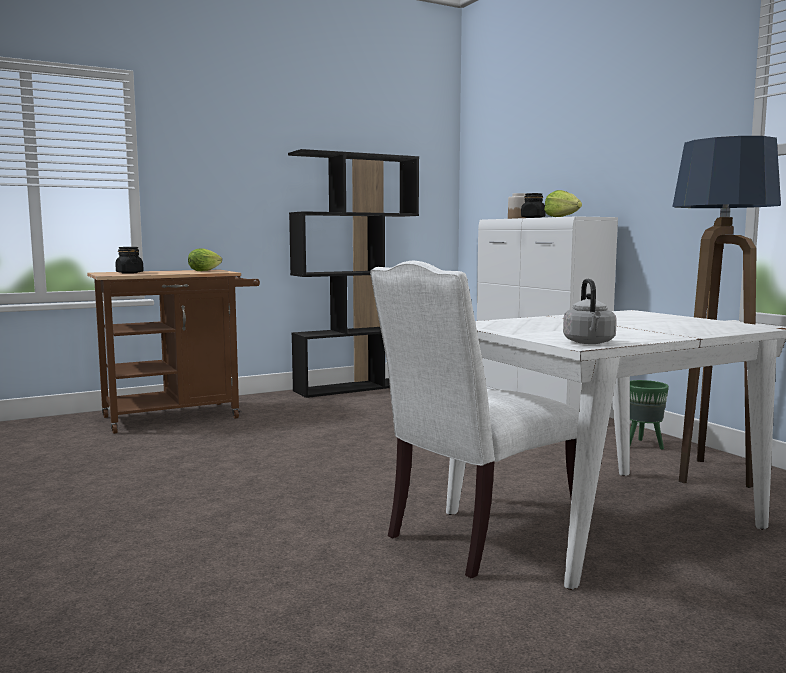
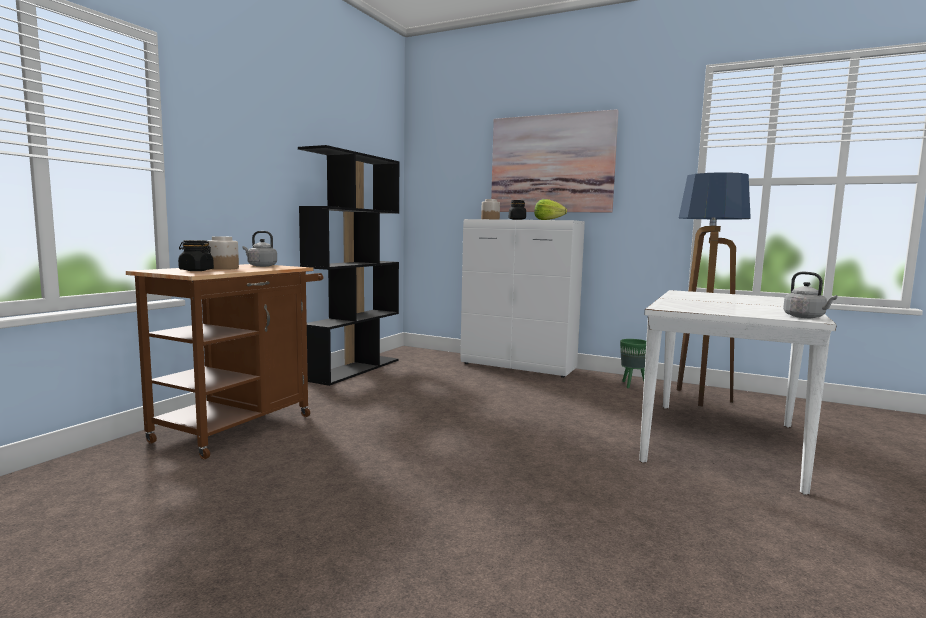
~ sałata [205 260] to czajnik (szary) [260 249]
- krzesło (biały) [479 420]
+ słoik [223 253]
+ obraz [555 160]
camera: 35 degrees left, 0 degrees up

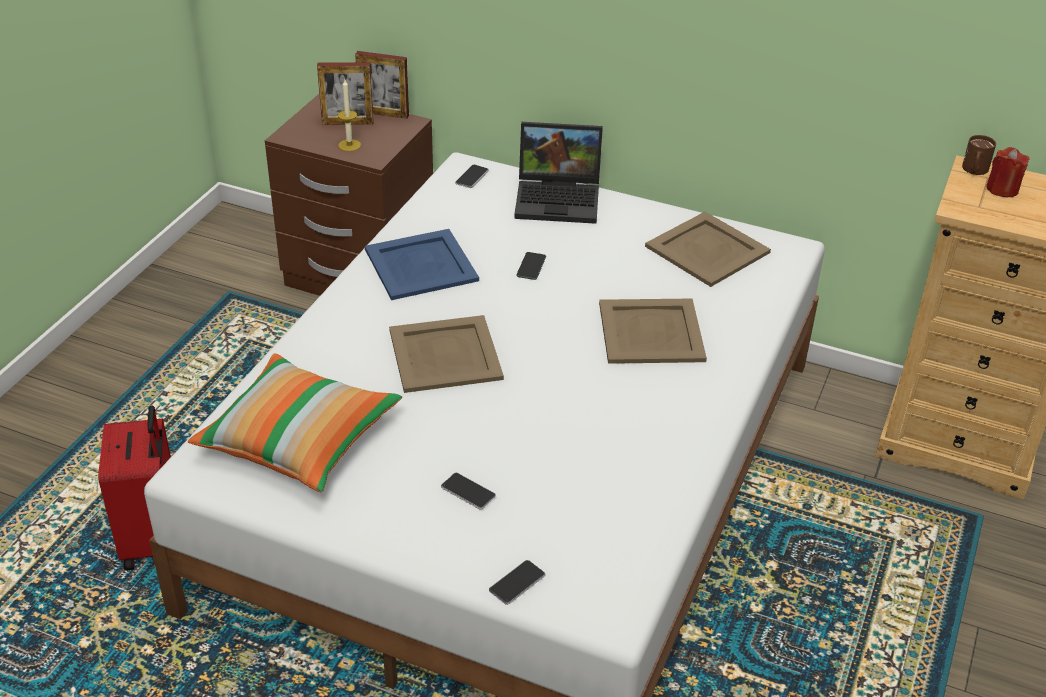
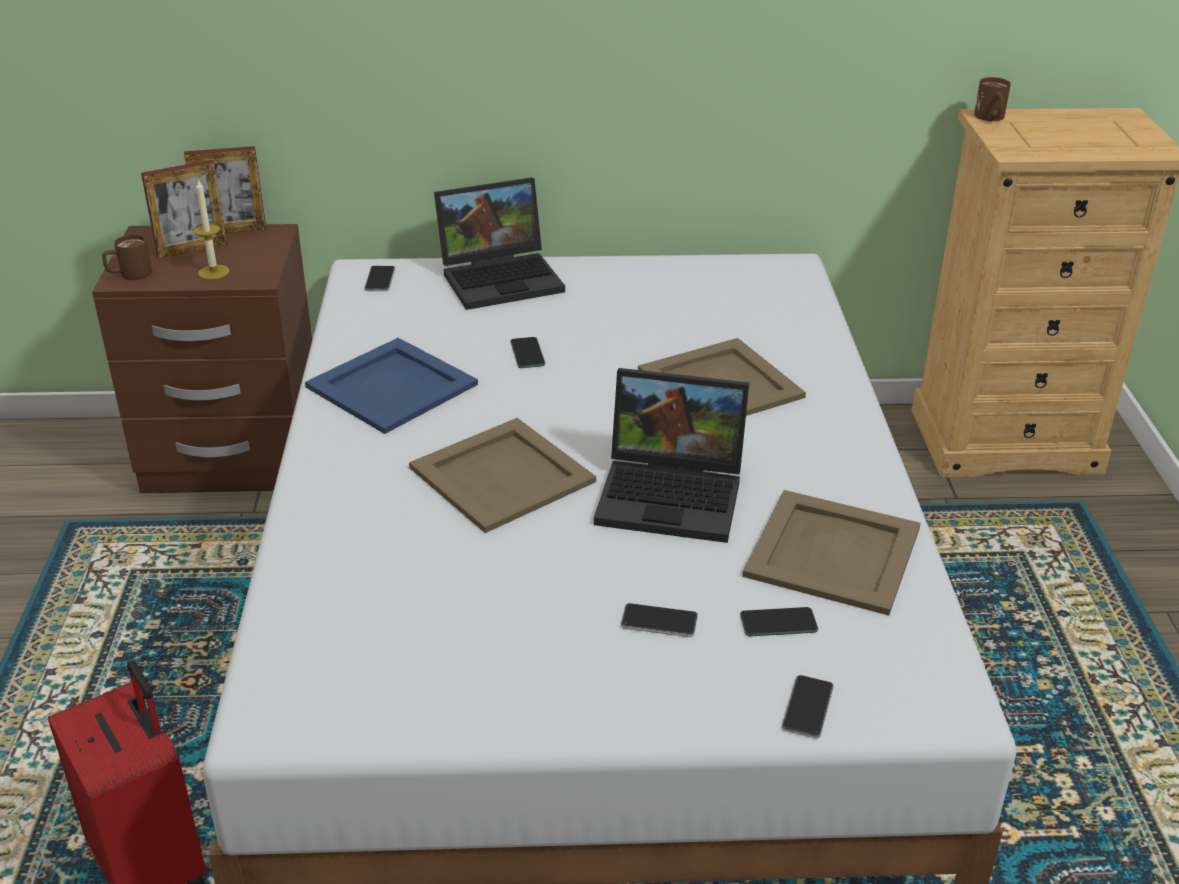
- poduszka [295 422]
~ taca (beżowy) [708 249] to [832 552]
- świeca (czerwony) [1008 172]
+ kubek (brązowy) [127 257]
+ laptop [671 455]
+ telefon [779 621]
camera: 25 degrees left, 5 degrees down

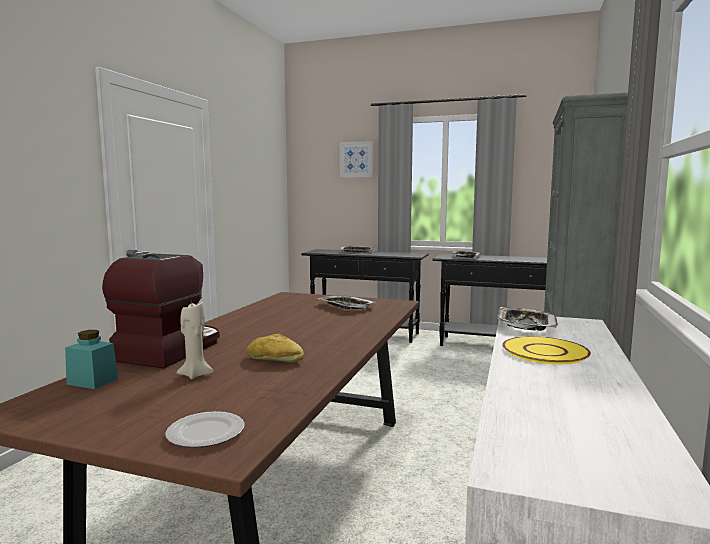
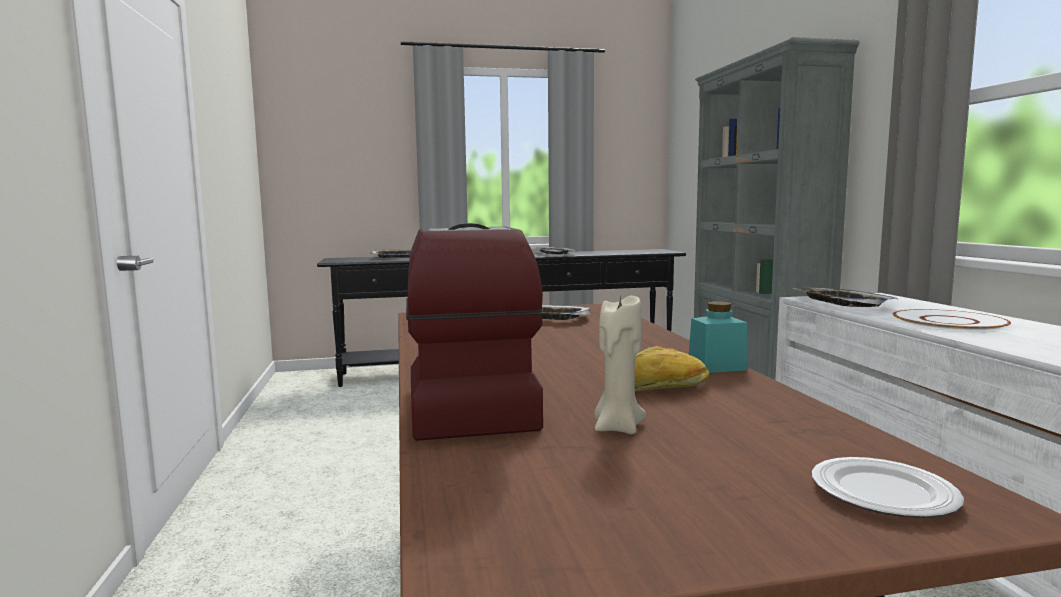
~ słoik (turkusowy) [91 359] to [718 337]
- obraz [357 159]
~ talerz (żółty) [546 350] to talerz (biały) [952 320]
camera: 30 degrees left, 0 degrees up

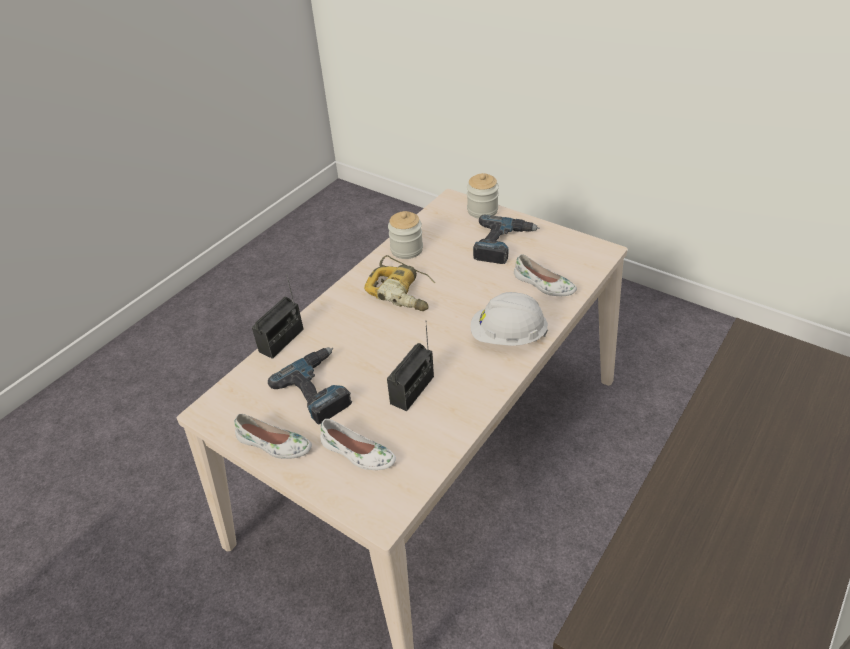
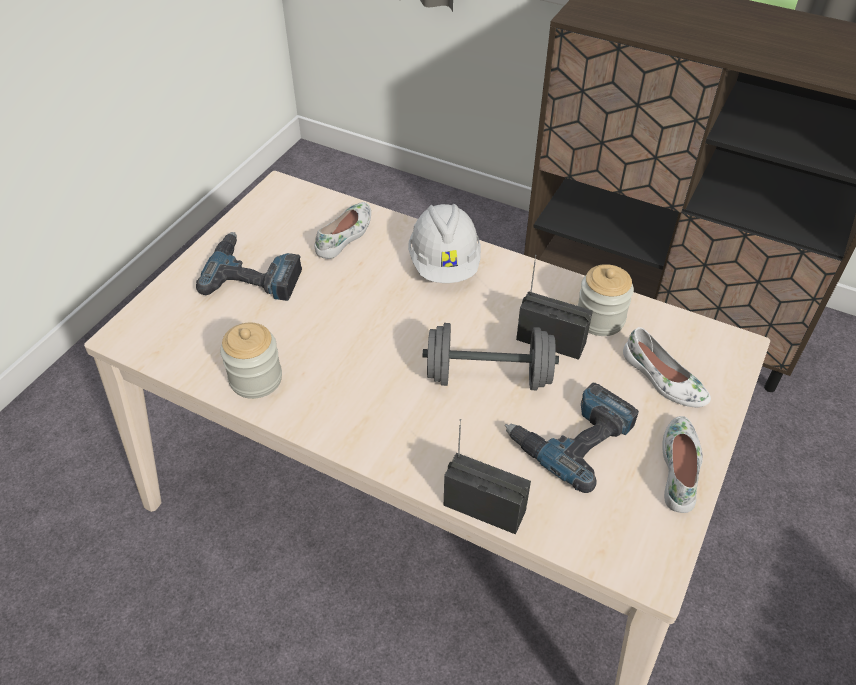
~ but (biały) [358 444] = [667 367] 120 degrees clockwise
- wiertarka [399 283]
~ słoik [483 196] to [605 300]
+ hantel (szary) [491 356]
camera: 100 degrees left, 5 degrees up

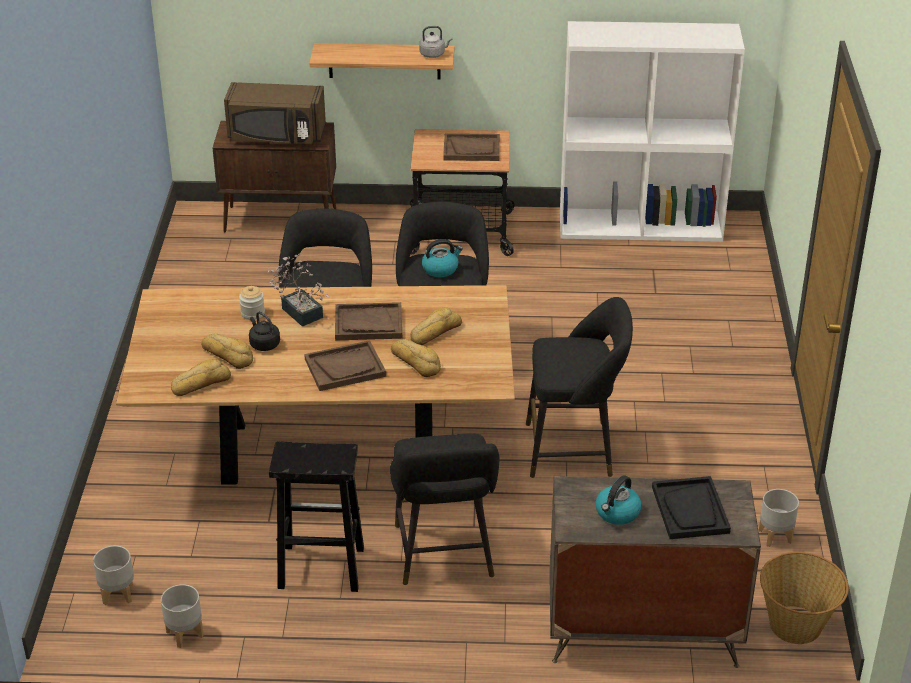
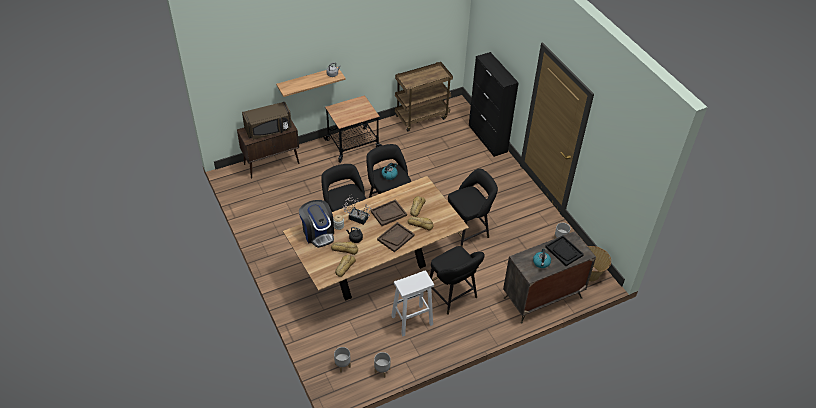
~ stołek (czarny) [316 516] to stołek (biały) [412 303]
- taca (brązowy) [471 147]
~ regał (biały) [652 131] to wózek (brązowy) [424 96]
+ ekspres do kawy [316 224]
+ szafka (czarny) [494 104]
camera: 30 degrees left, 10 degrees up

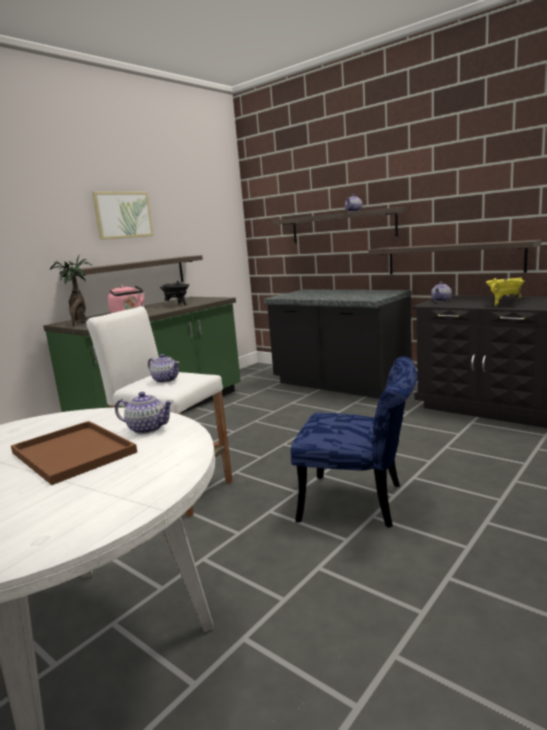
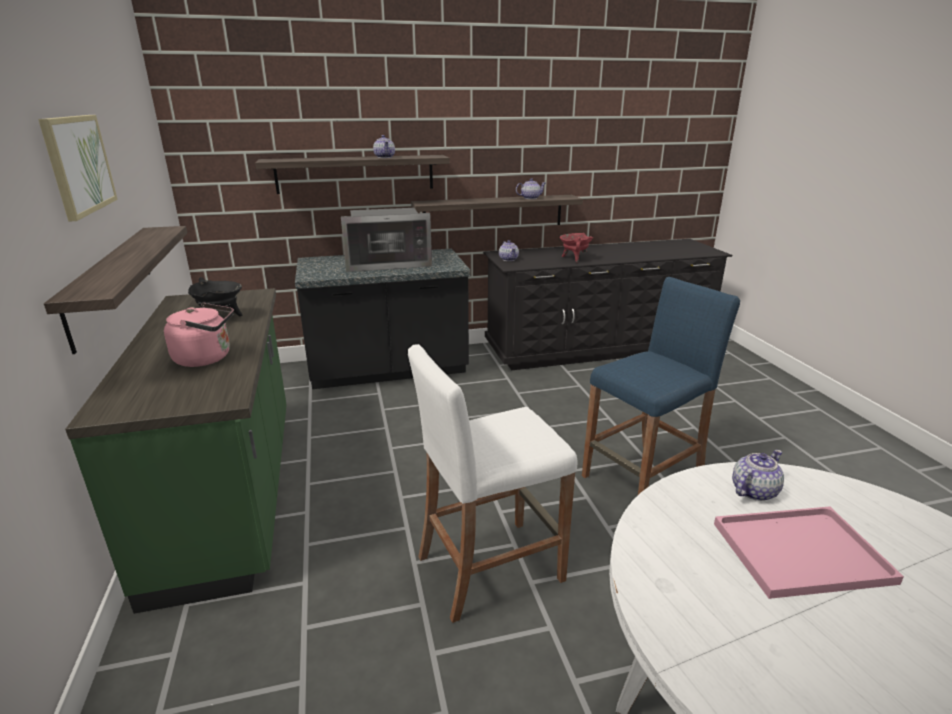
~ taca (brązowy) [74 453] to taca (różowy) [809 552]
- roślina doniczkowa [70 291]
~ imbryk [164 368] to [530 188]
~ krzesło (niebieski) [354 442] to stołek (niebieski) [661 386]
~ garnek (żółty) [505 292] to garnek (czerwony) [576 248]
+ mikrofalówka [386 240]
camera: 55 degrees left, 10 degrees up

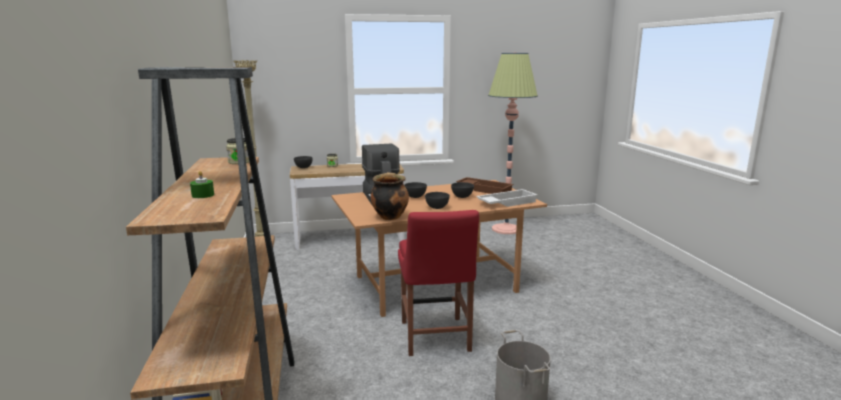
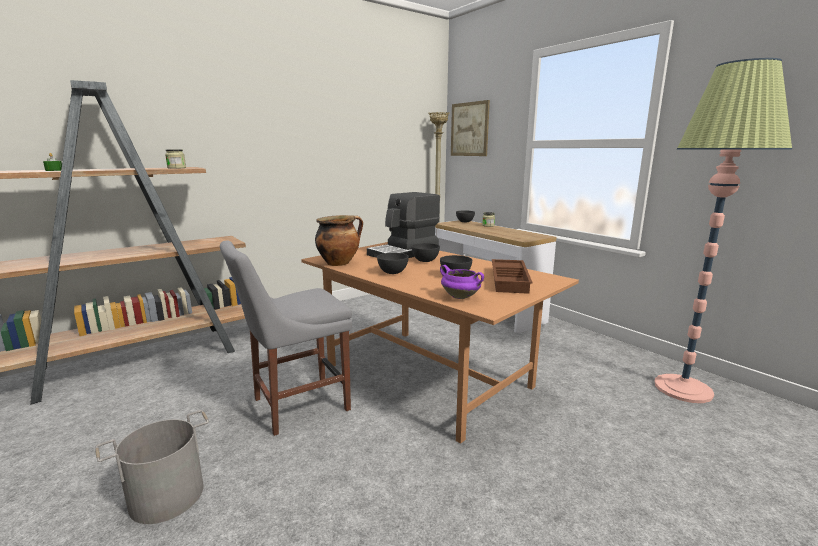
~ krzesło (czerwony) [438 283] to krzesło (szary) [286 338]
~ taca (biały) [507 198] to garnek (fioletowy) [462 282]
+ obraz [470 128]
camera: 65 degrees right, 0 degrees up

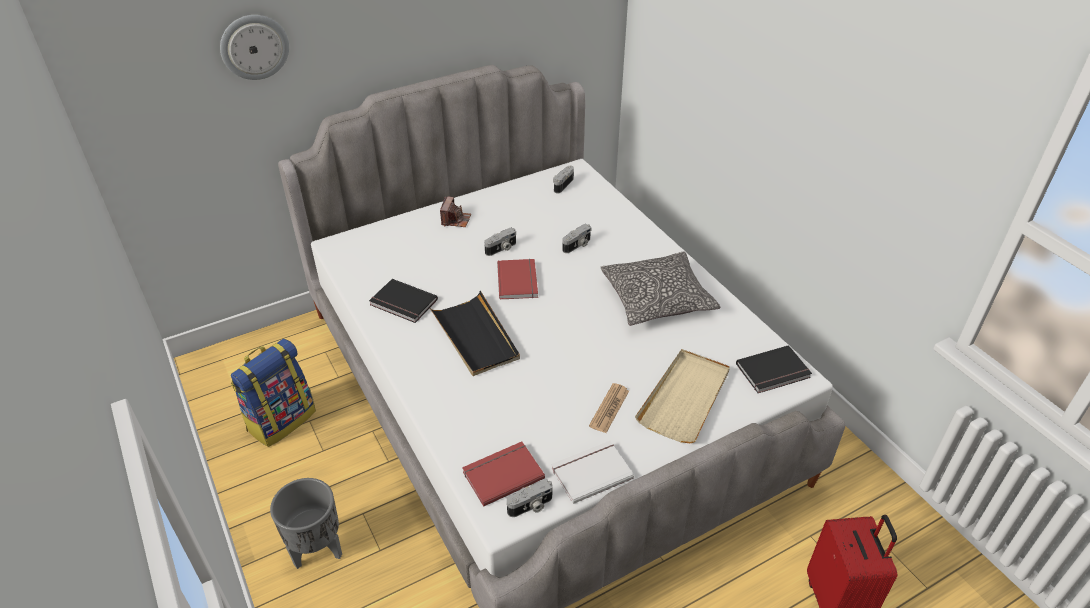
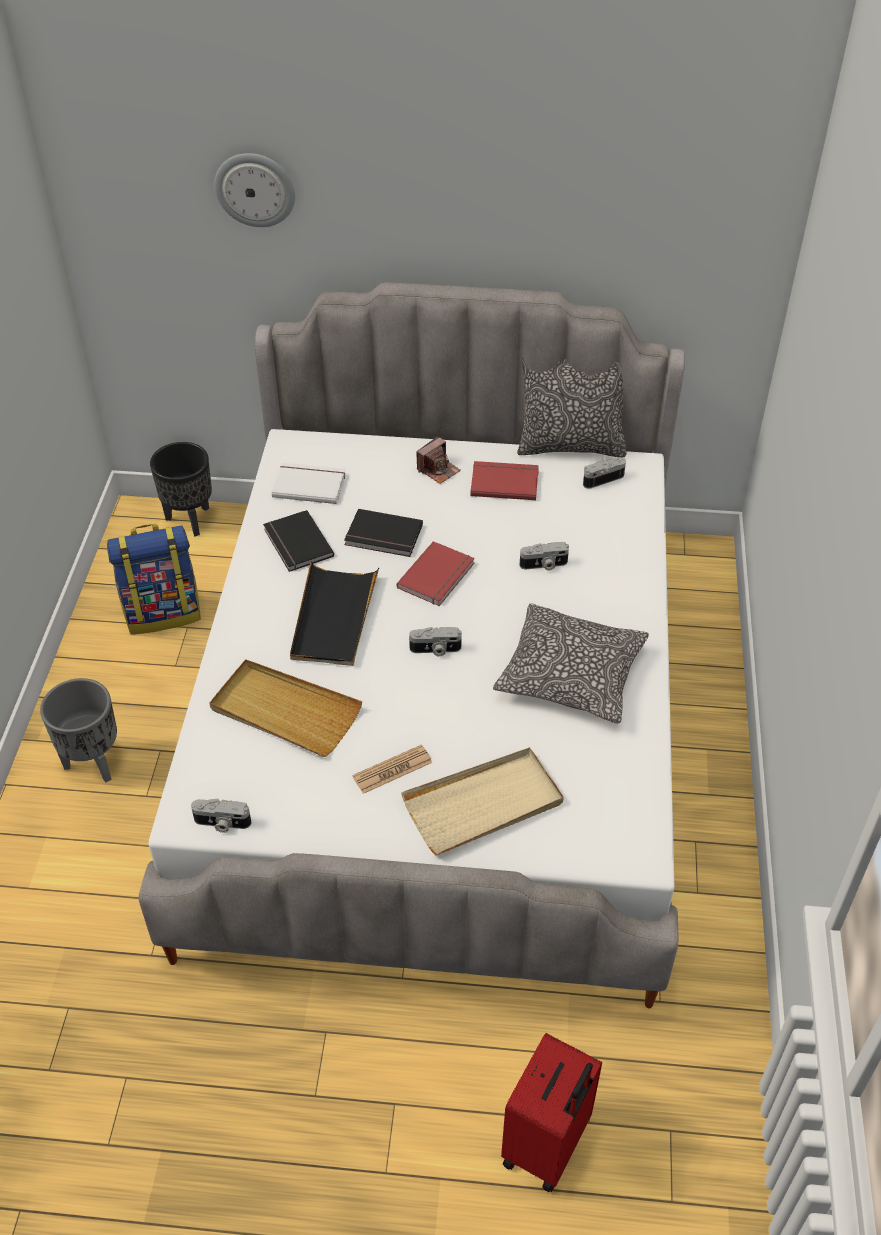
~ książka (czerwony) [503 474] to [504 480]
~ aparat fotograficzny [500 242] to [435 641]
~ książka (biały) [592 472] to [309 483]
~ książka (czarny) [774 369] to [383 533]
+ donica (czarny) [181 489]
+ taca (beżowy) [286 708]
+ poduszka [571 408]
camera: 35 degrees right, 5 degrees up

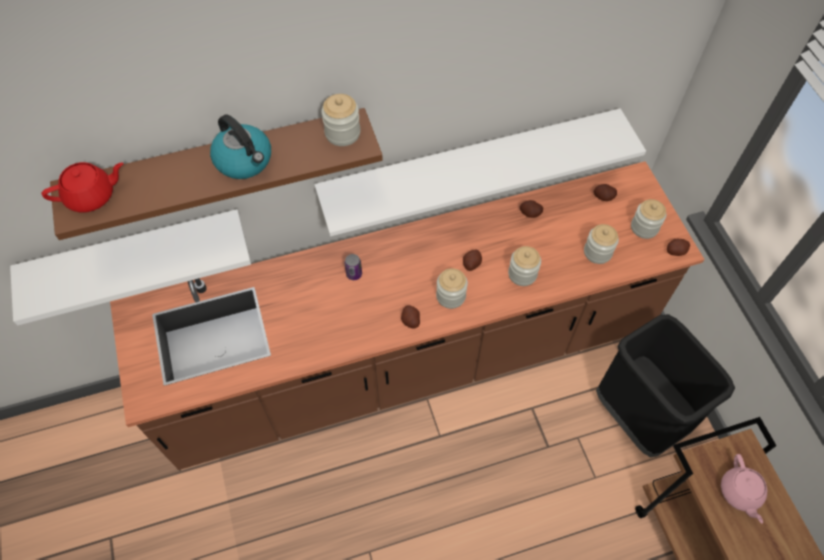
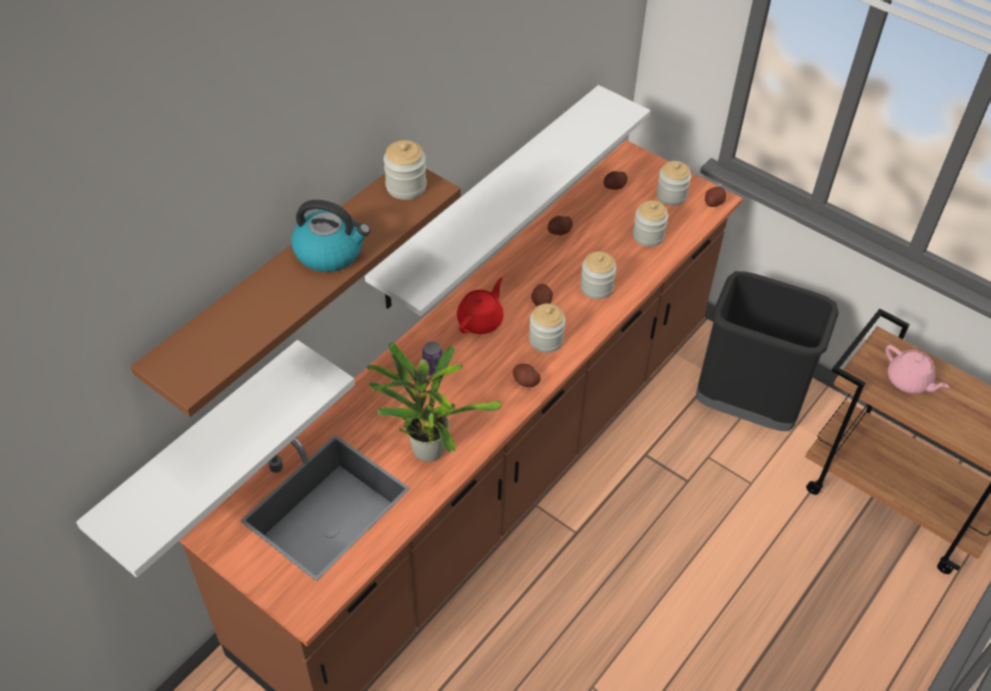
~ imbryk (czerwony) [83 187] to [480 306]
+ roślina doniczkowa [434 402]
camera: 35 degrees left, 10 degrees down

